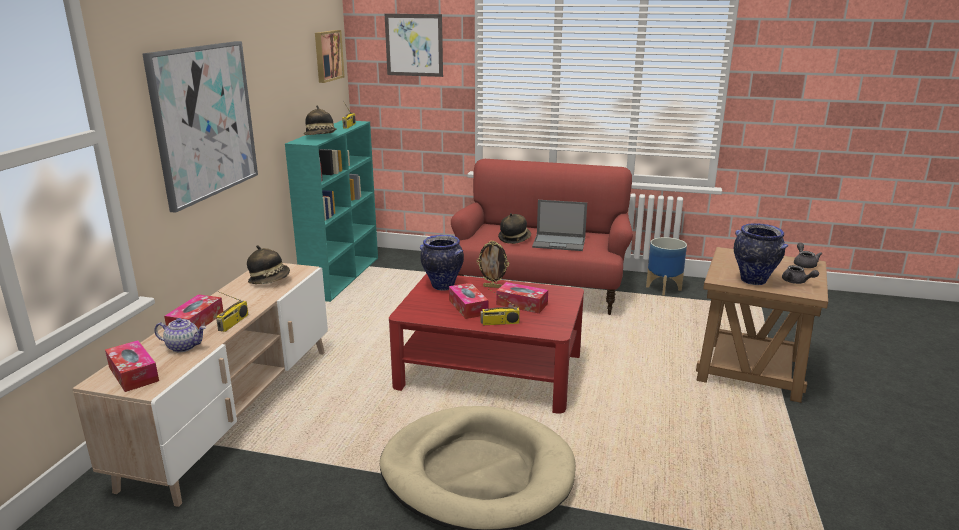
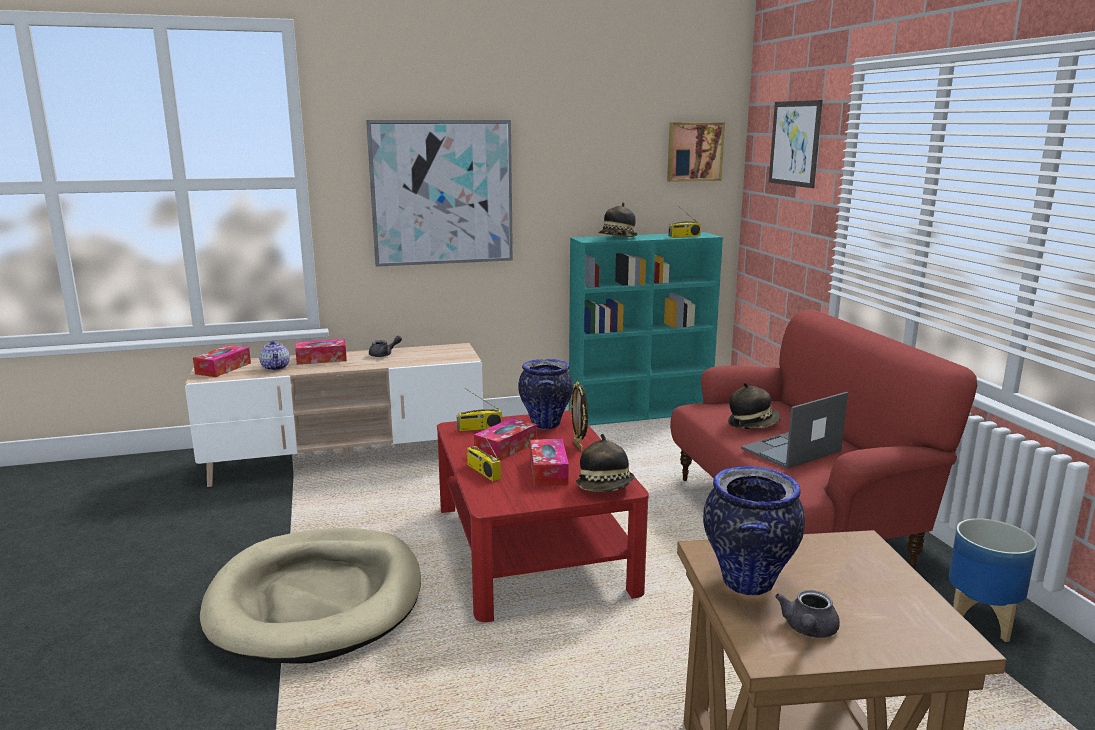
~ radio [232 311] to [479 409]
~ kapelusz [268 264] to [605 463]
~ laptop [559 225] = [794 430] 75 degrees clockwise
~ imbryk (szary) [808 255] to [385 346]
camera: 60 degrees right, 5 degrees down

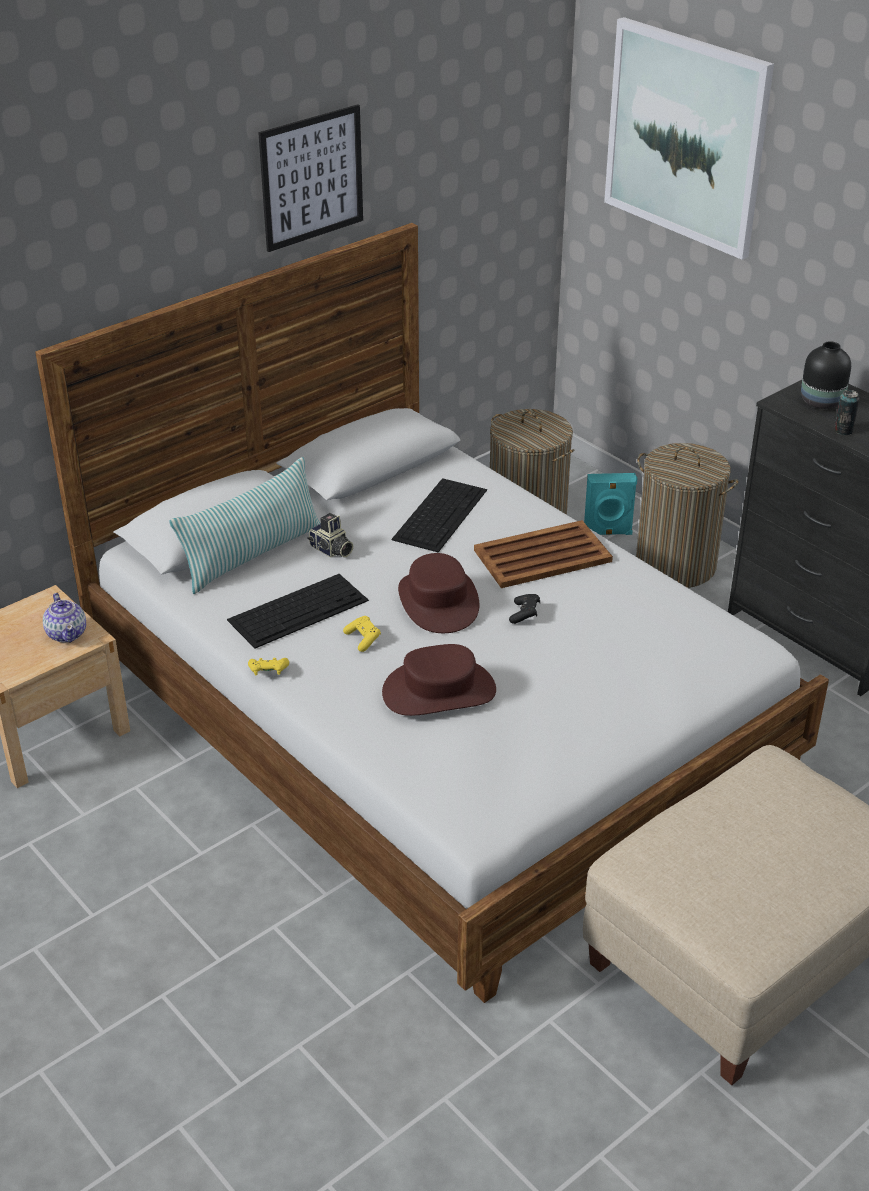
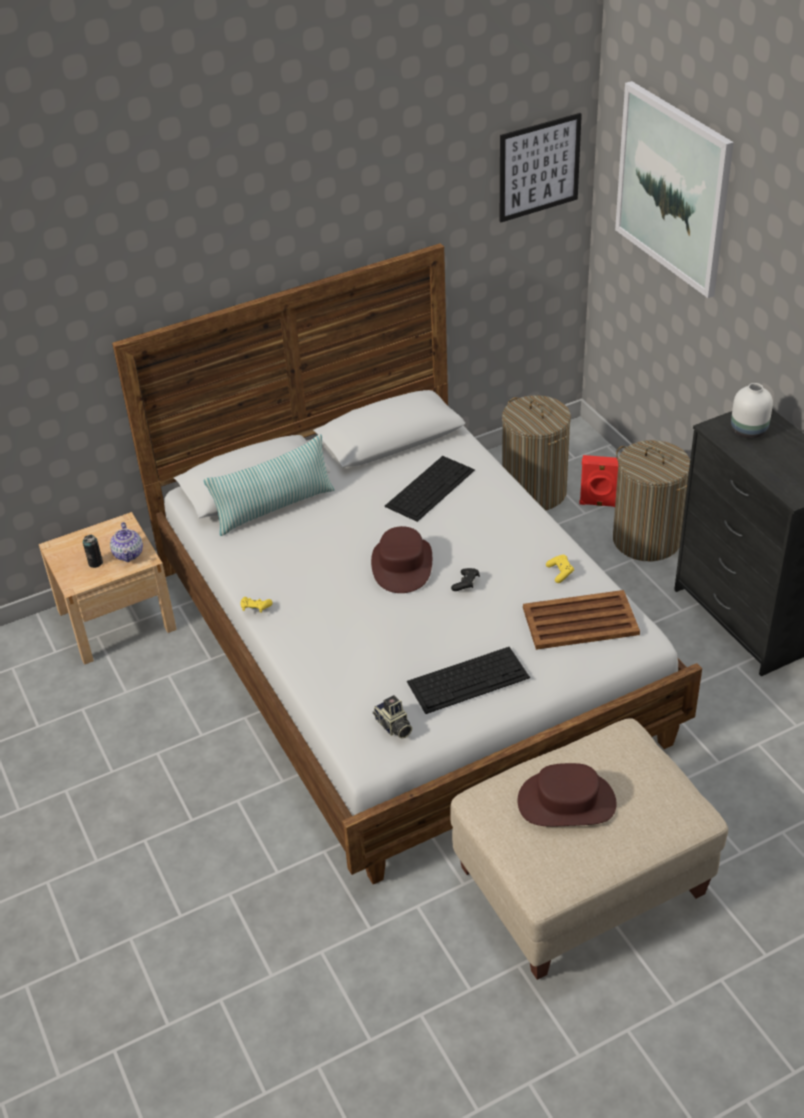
~ klawiatura [298 611] to [468 680]
~ obraz [310 178] to [541 167]
~ aparat fotograficzny [330 535] to [392 716]
~ pad do gier (żółty) [362 634] to [560 569]
~ kapelusz (brązowy) [439 680] to [567 794]
~ taca (brązowy) [543 554] to [581 620]
~ głośnik (turkusowy) [610 504] to głośnik (czerwony) [598 481]
~ wazon (czarny) [826 375] to wazon (biały) [752 410]
~ puszka [846 412] to [93 551]
camera: 15 degrees right, 5 degrees up

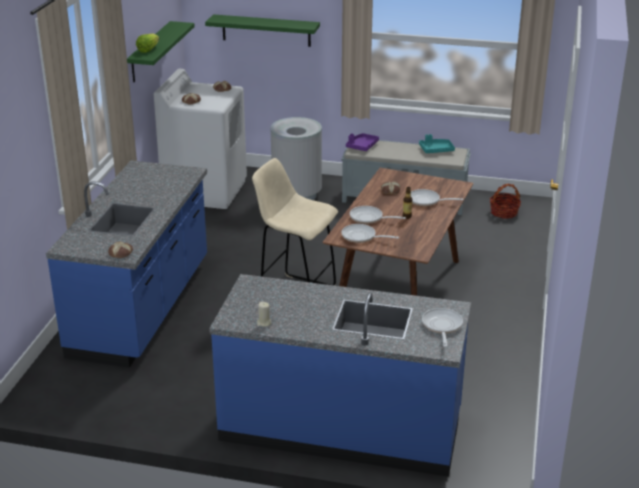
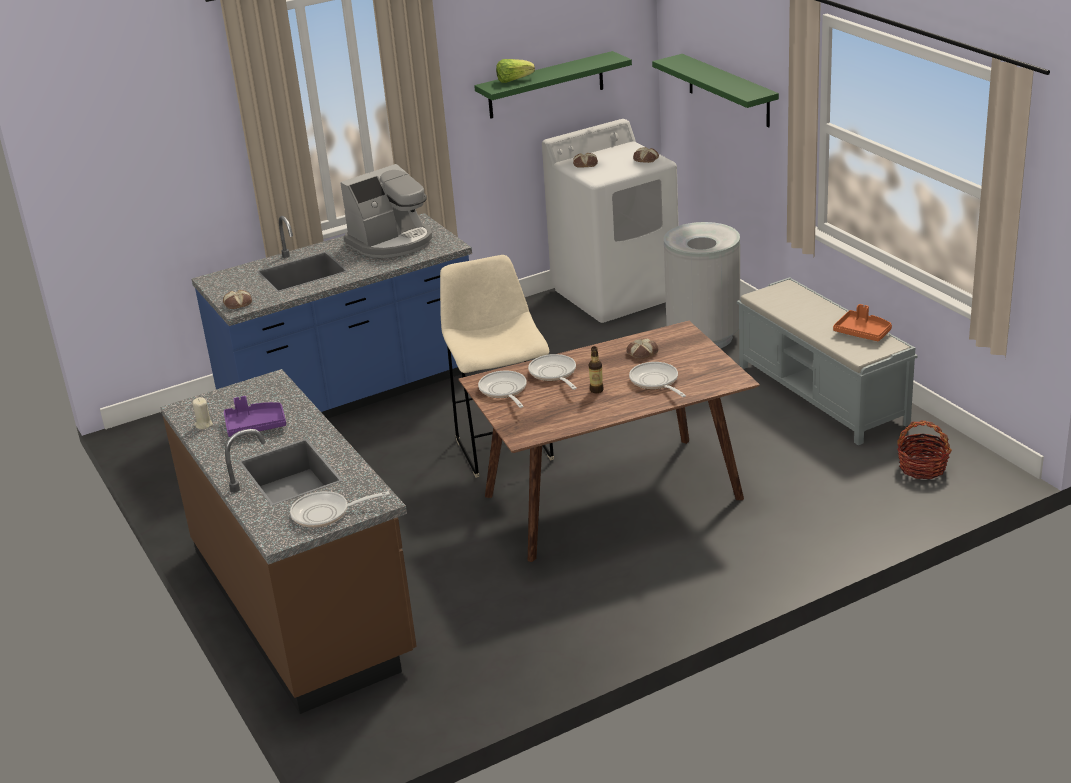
~ zabudowa kuchenna (niebieski) [340 375] to zabudowa kuchenna (brązowy) [288 541]
~ taca (fioletowy) [362 142] to [255 416]
~ taca (turkusowy) [437 143] to taca (pomarańczowy) [862 322]
~ patelnia [442 327] = [340 509] 150 degrees counterclockwise
+ ekspres do kawy [386 211]
camera: 50 degrees right, 0 degrees up

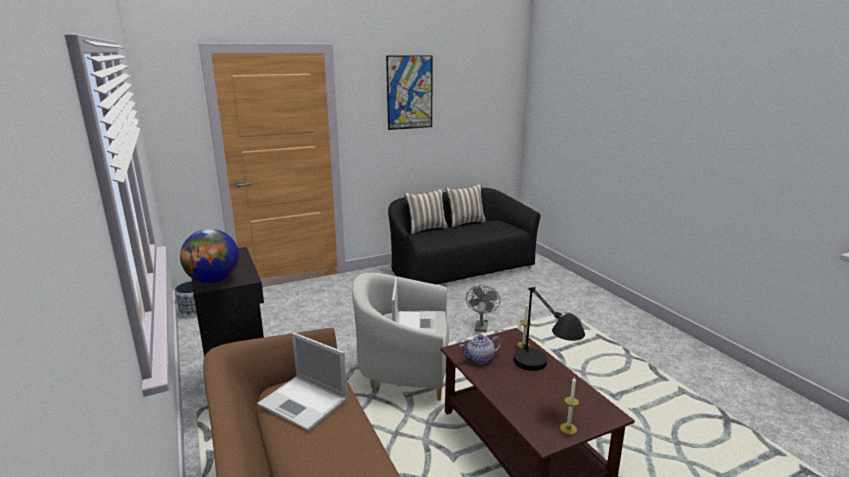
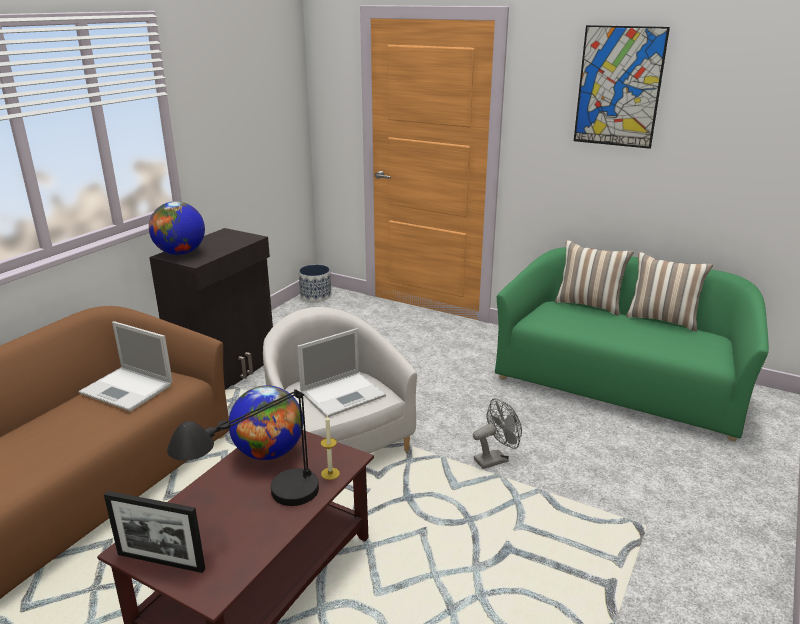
~ laptop [302 382] = [126 366] 60 degrees counterclockwise
~ kanapa (czarny) [464 236] to kanapa (zielony) [632 344]
~ imbryk [480 349] to globus [266 422]
~ świeca [569 405] to ramka na zdjęcie [154 532]
camera: 55 degrees right, 5 degrees up

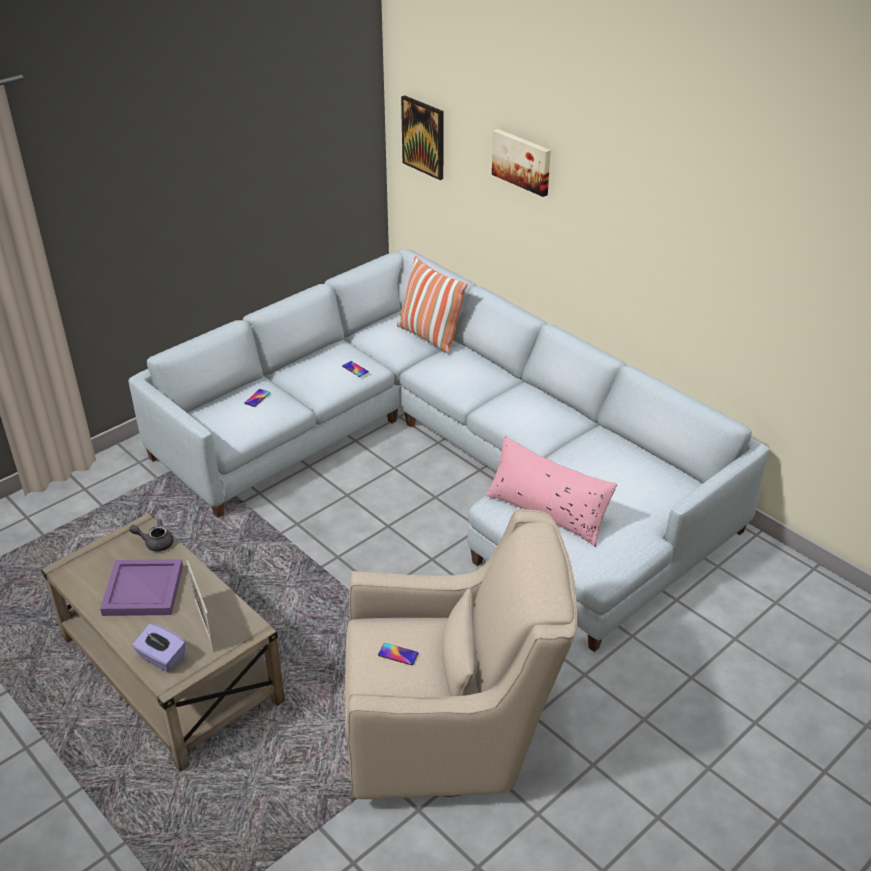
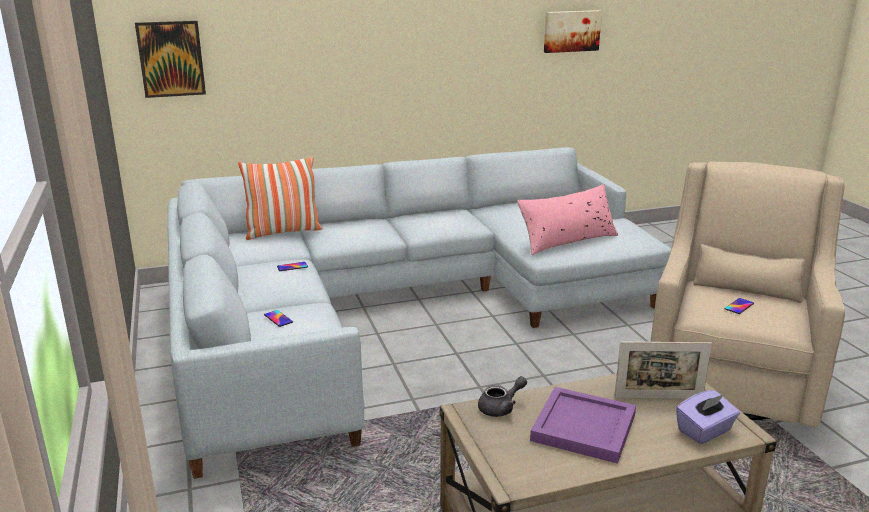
~ imbryk (szary) [151 535] = [502 396] 150 degrees counterclockwise
~ obraz [521 163] to [573 31]
camera: 65 degrees left, 15 degrees down

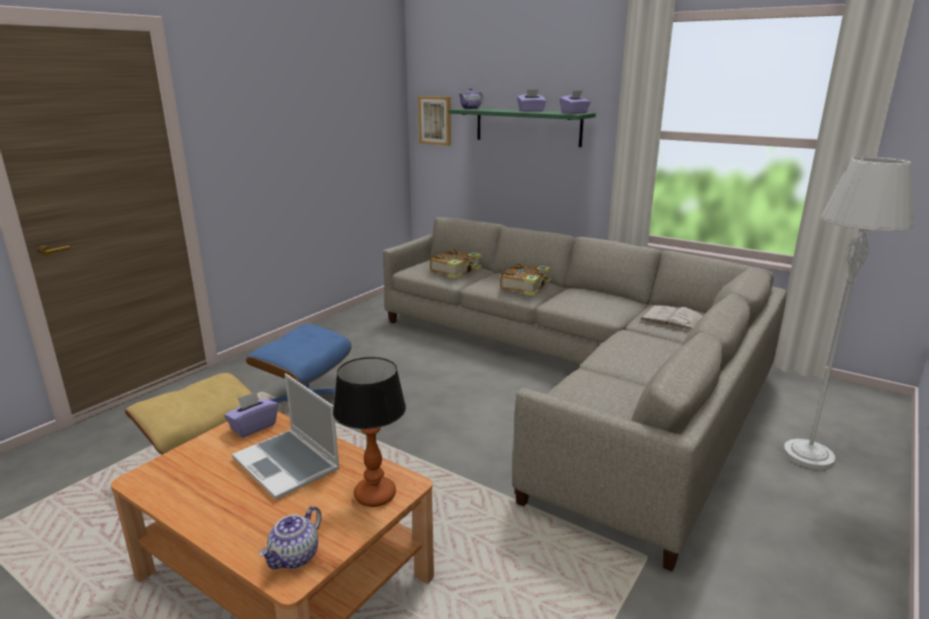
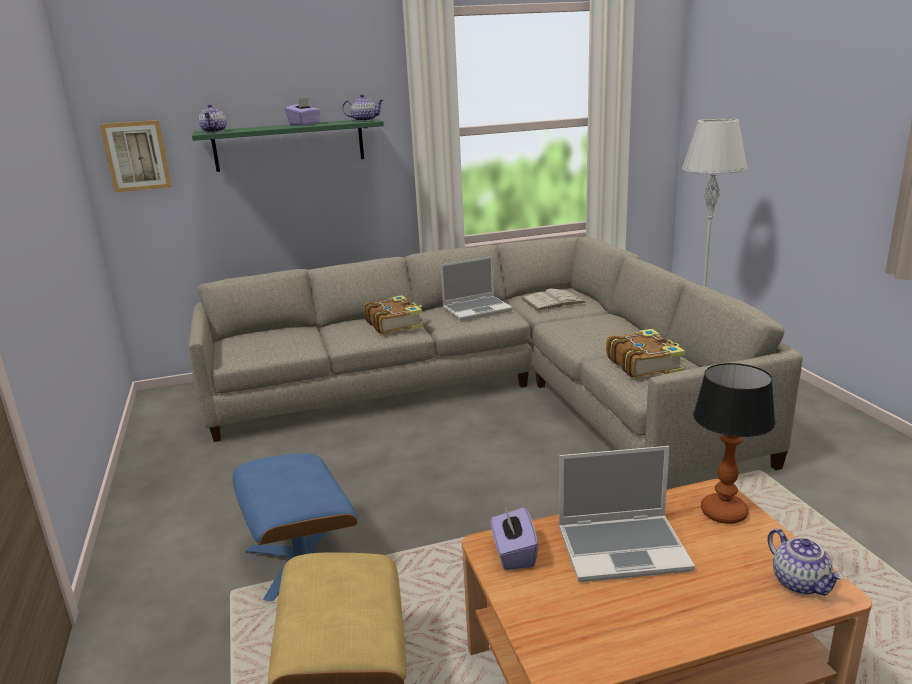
~ książka [456 263] to [645 353]
~ pudełko chusteczek (fioletowy) [575 102] to imbryk [362 107]
+ laptop [477 288]
camera: 50 degrees left, 0 degrees up

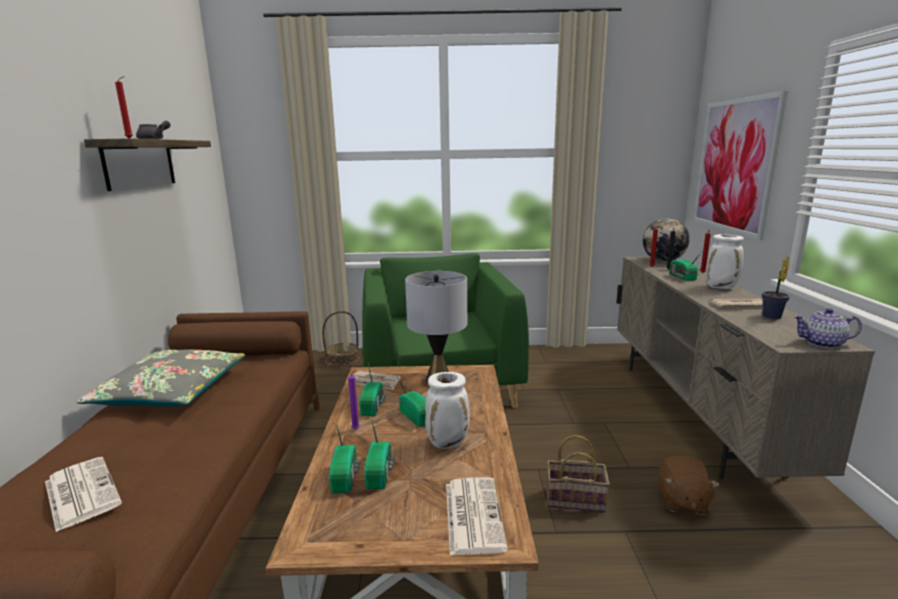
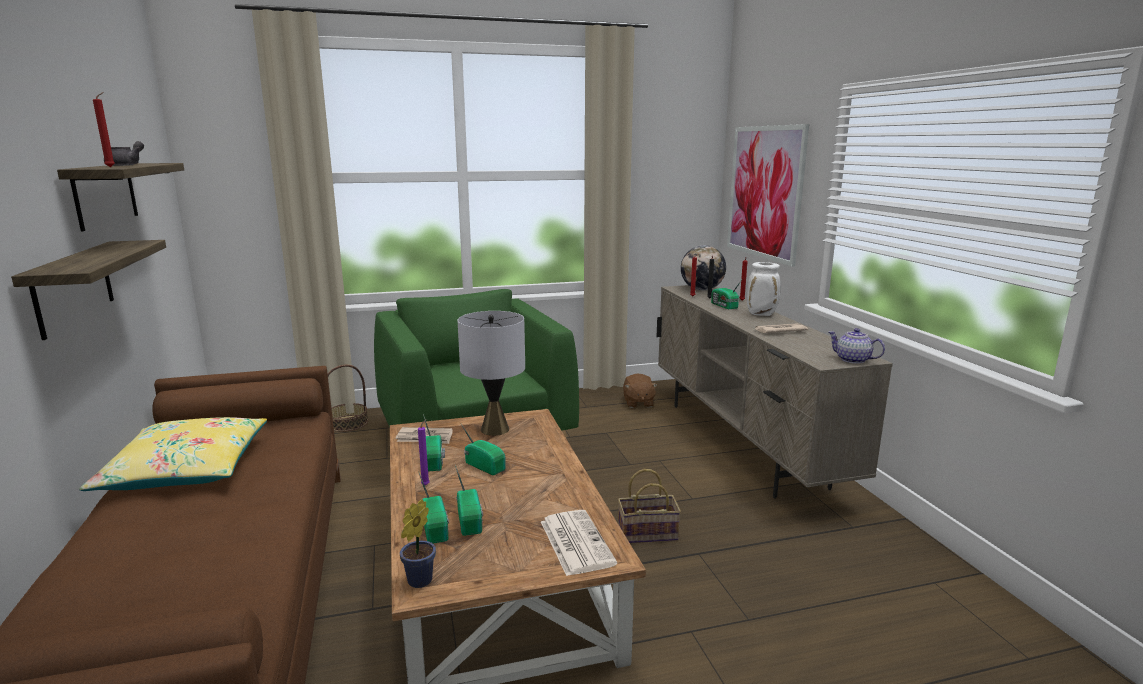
- gazeta [83 494]
~ poduszka (szary) [160 378] to poduszka (żółty) [173 454]
- wazon (biały) [447 410]
~ pluszak (brązowy) [689 485] to [640 390]
~ roślina doniczkowa [776 287] to [418 543]
~ imbryk [827 328] = [856 346] 45 degrees clockwise
+ półka [88 290]
camera: 15 degrees left, 0 degrees up

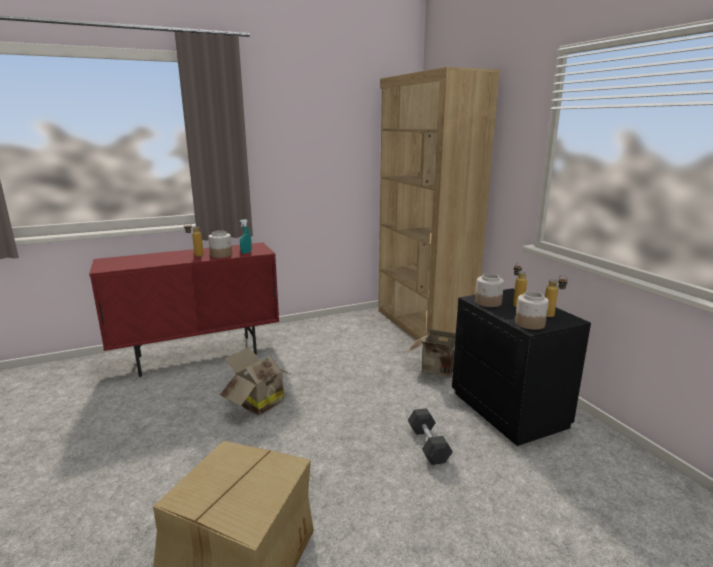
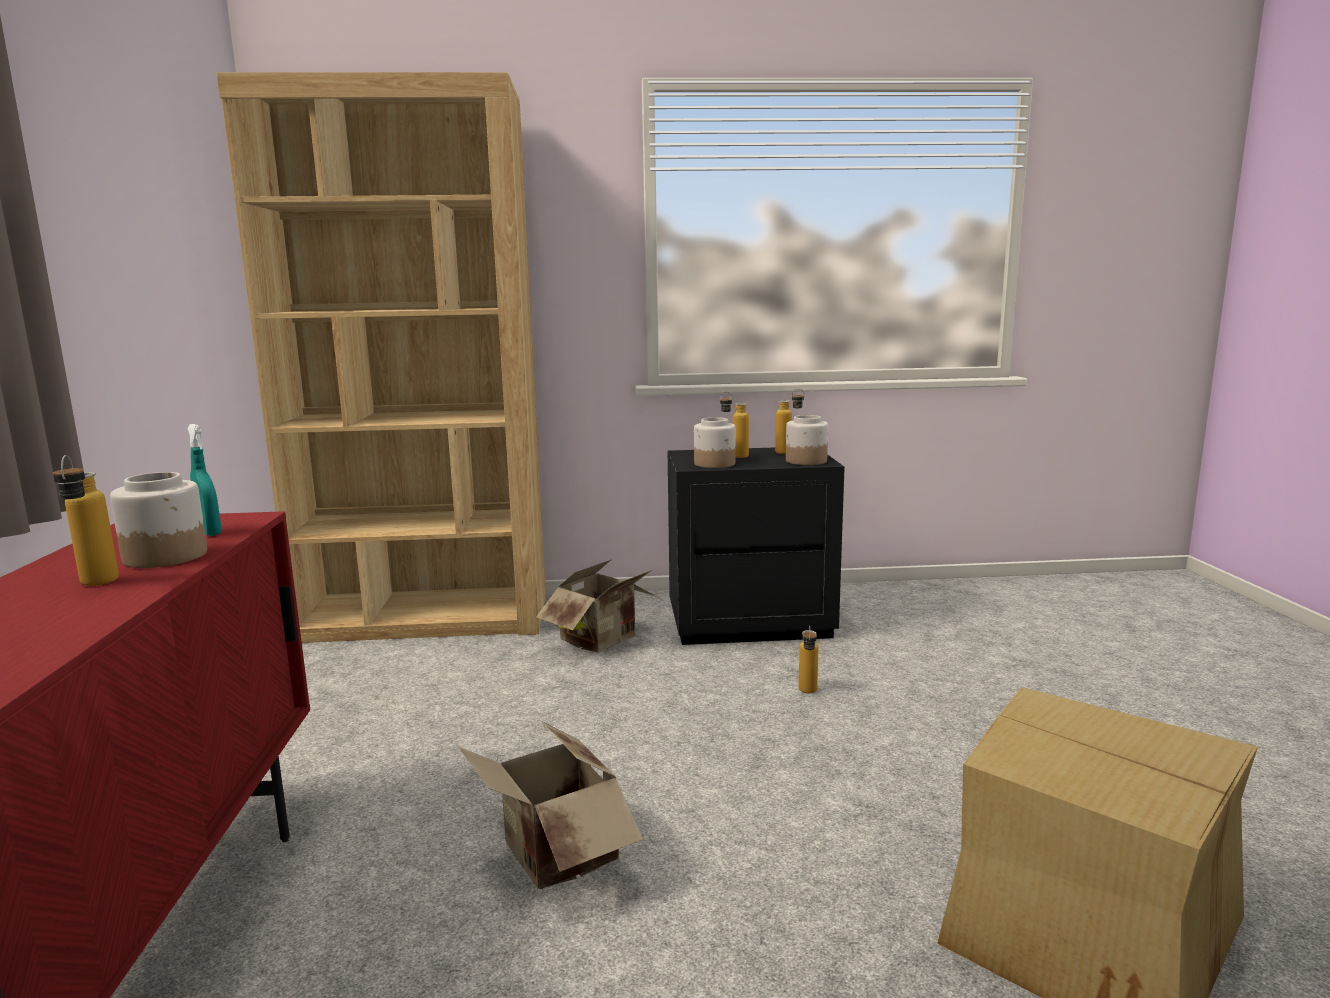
~ hantel (szary) [430 436] to butelka [809 659]
camera: 70 degrees left, 5 degrees down

